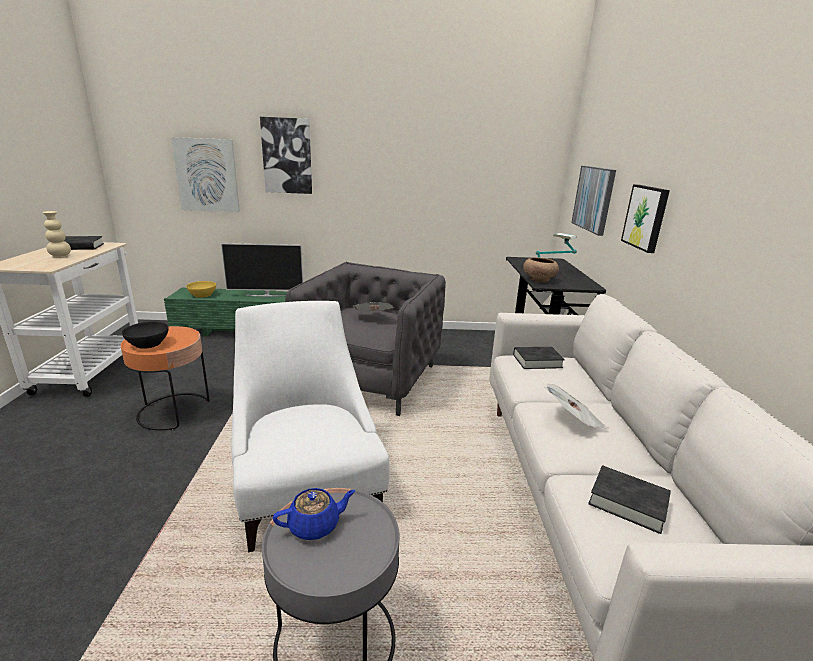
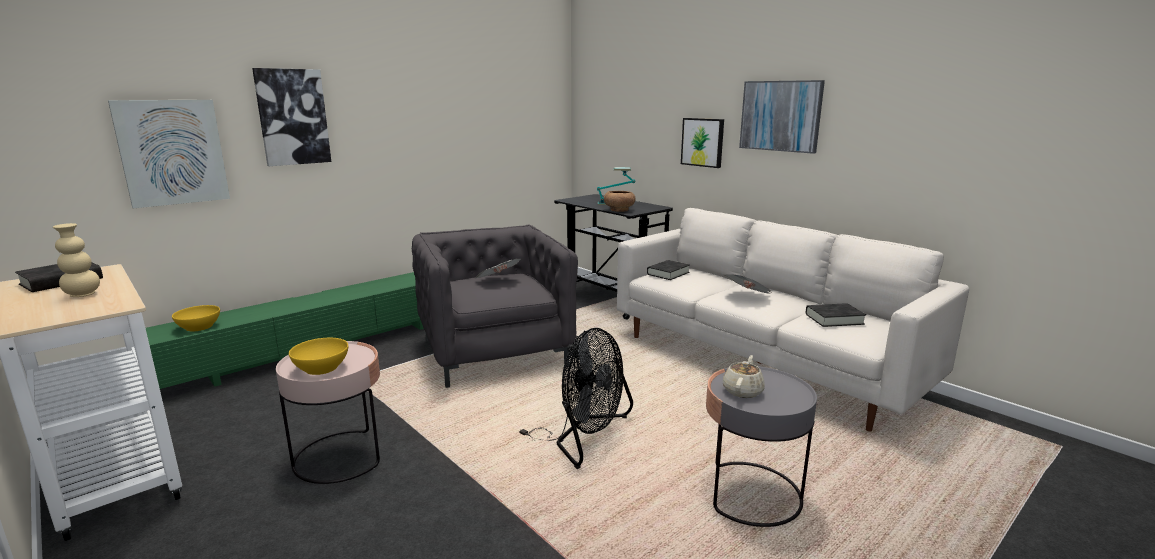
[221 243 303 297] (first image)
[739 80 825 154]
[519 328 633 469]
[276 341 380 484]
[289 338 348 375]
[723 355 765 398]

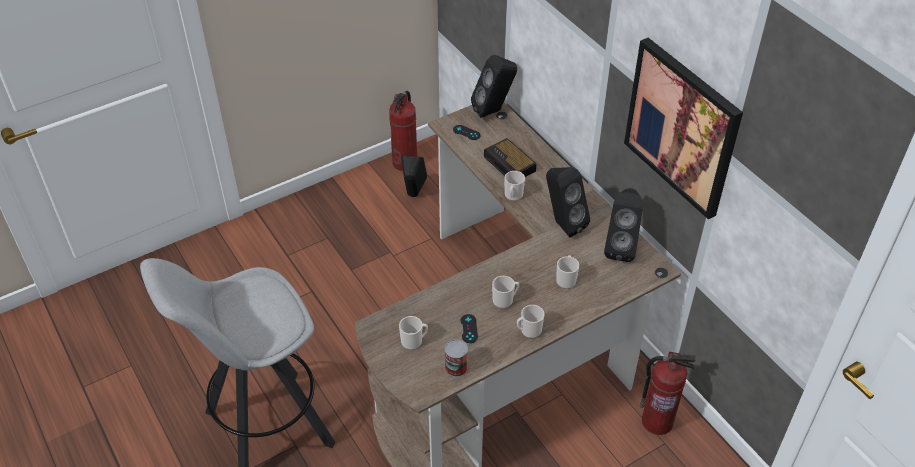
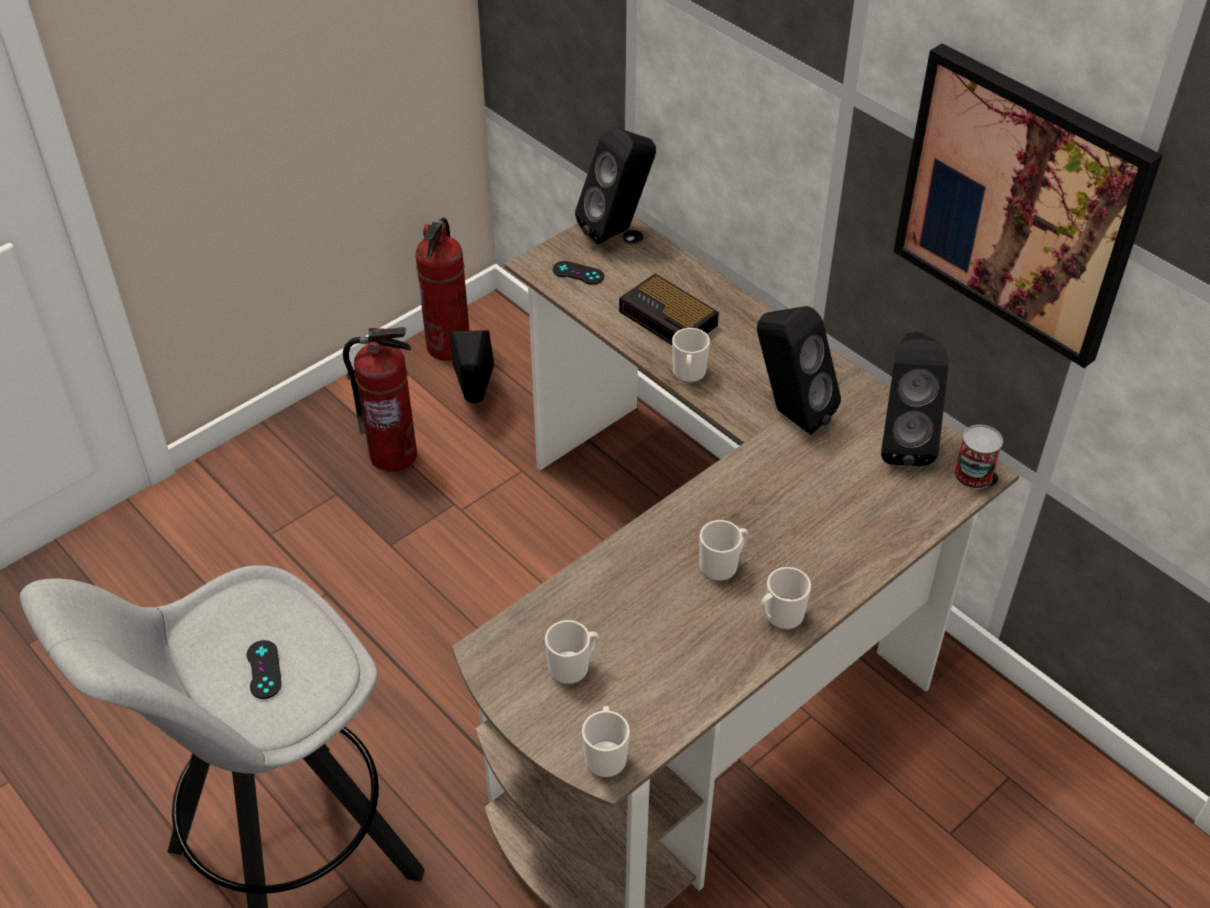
[954 425 1003 489]
[246 640 282 699]
[582 706 630 778]
[343 327 417 472]

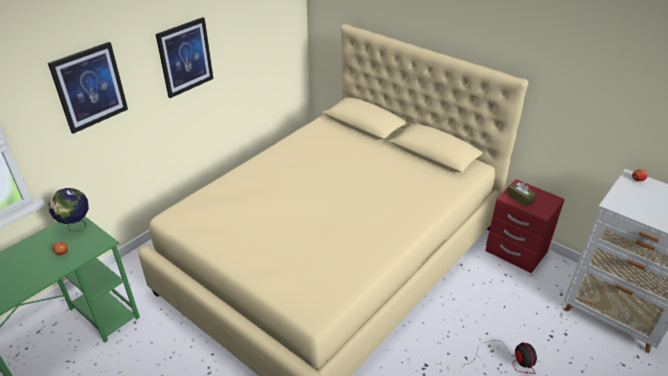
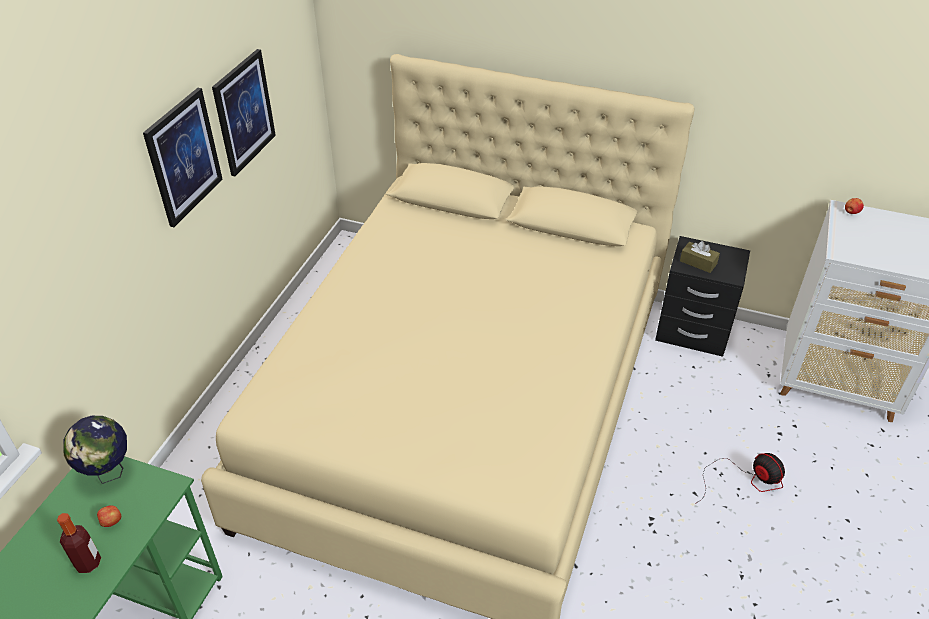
[57 513 101 573]
[212 49 276 176]
[655 236 750 357]

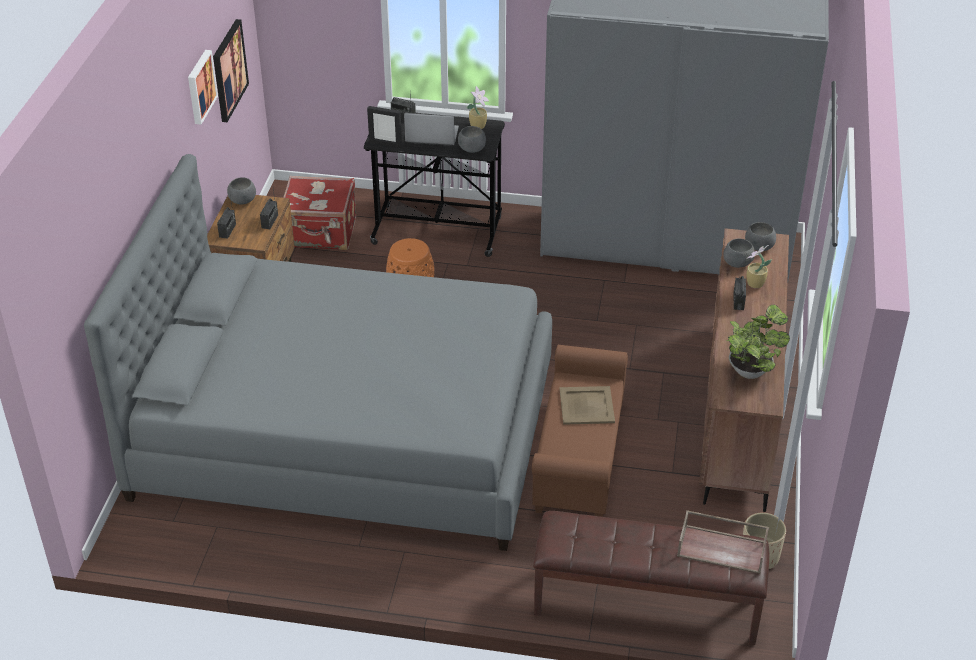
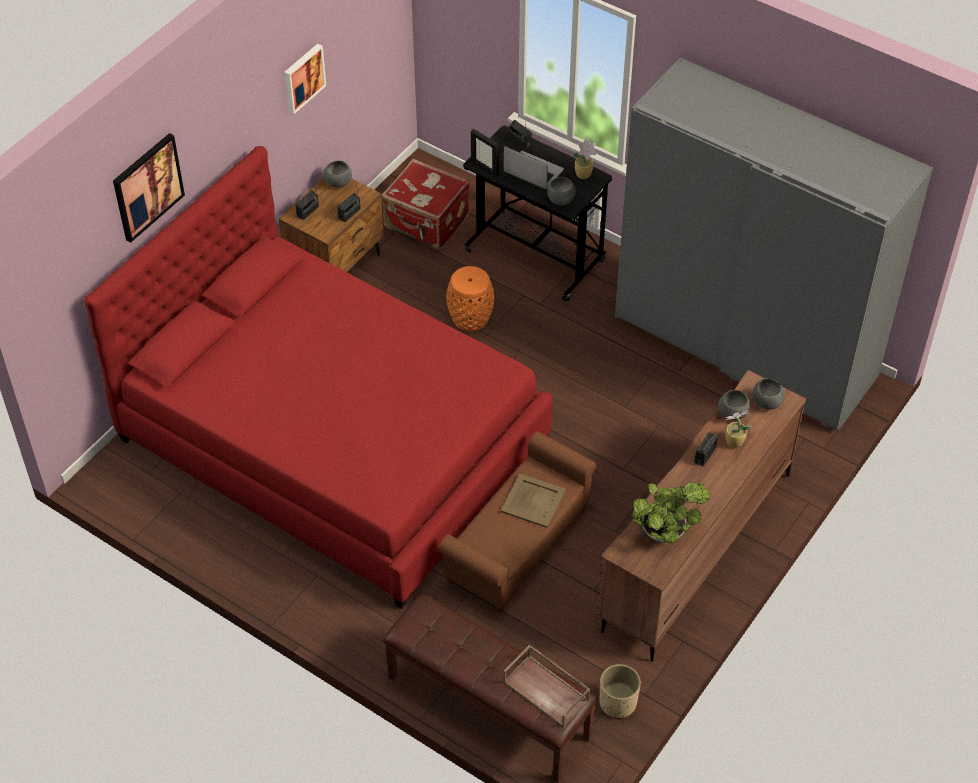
[113 133 185 243]
[84 146 552 609]

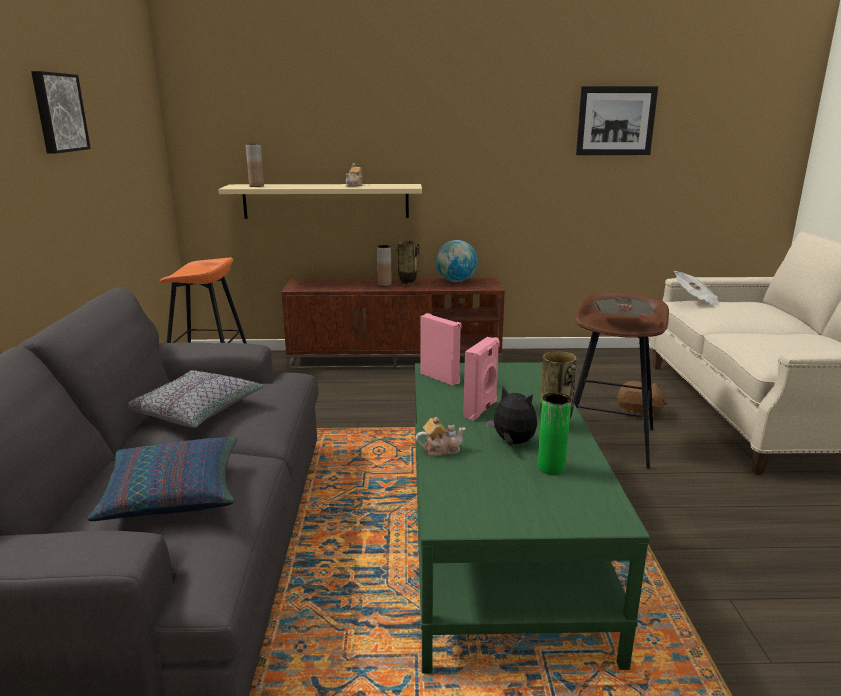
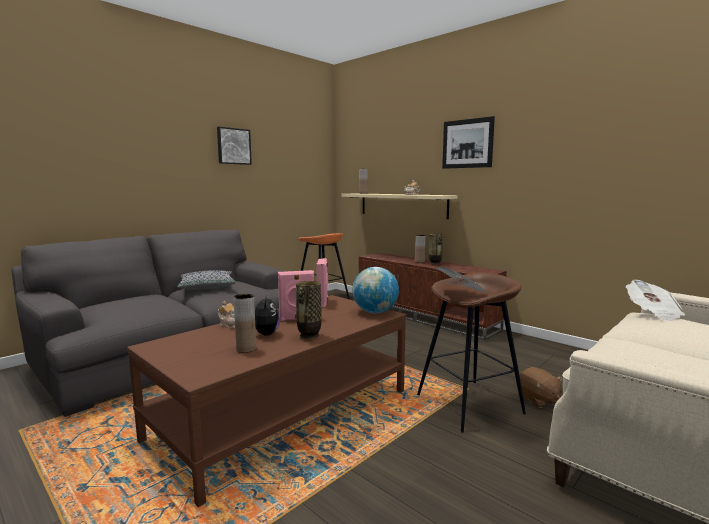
[87 437 237 521] (first image)
[352 267 399 313]
[442 116 495 169]
[127 295 406 507]
[233 294 256 353]

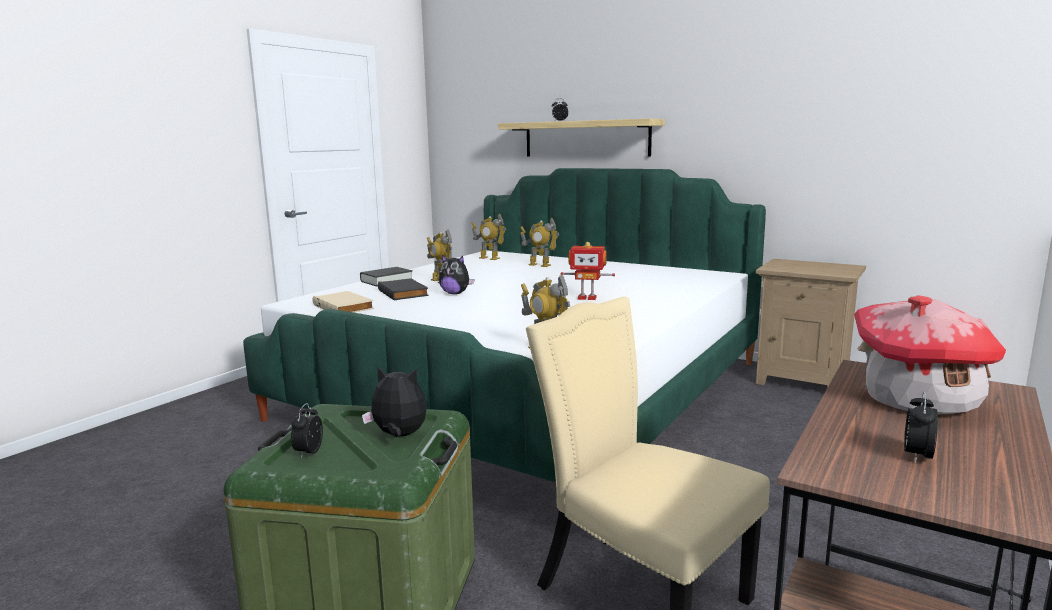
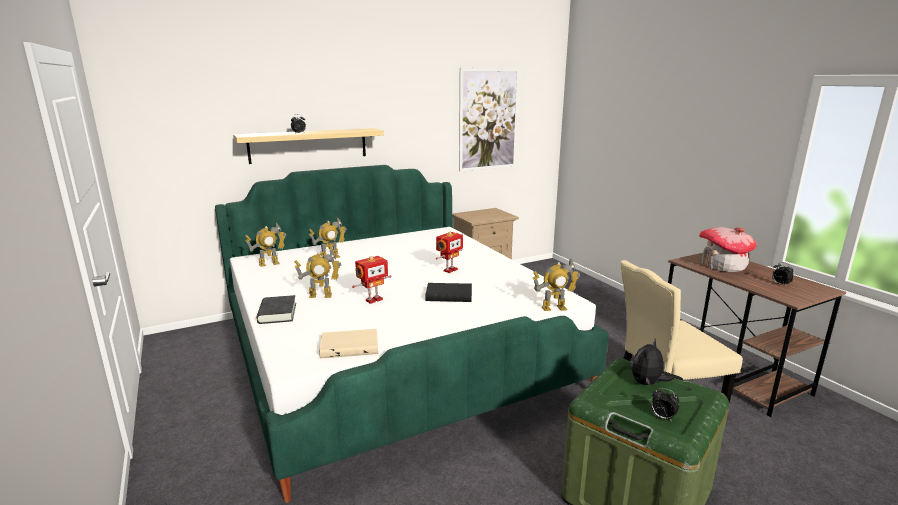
[459 68 520 172]
[425 283 472 302]
[352 256 391 304]

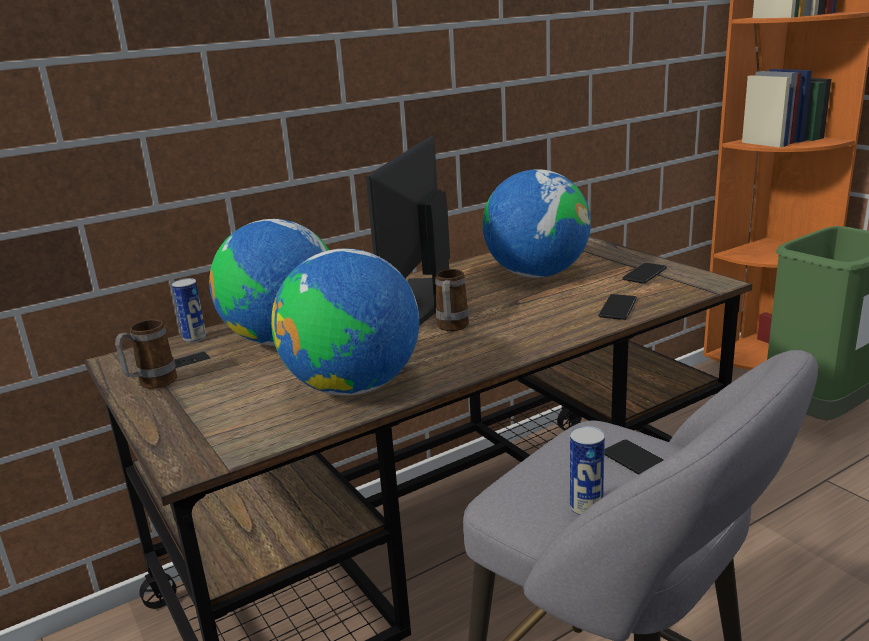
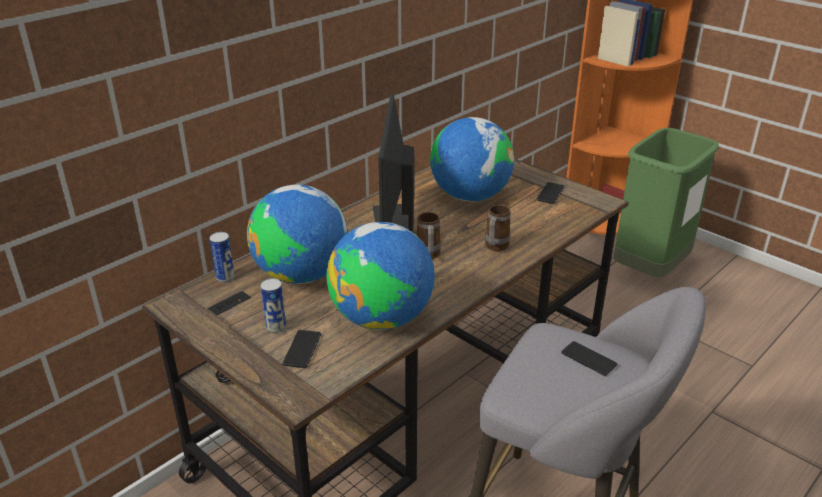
[485 205 511 251]
[260 278 286 333]
[283 330 321 368]

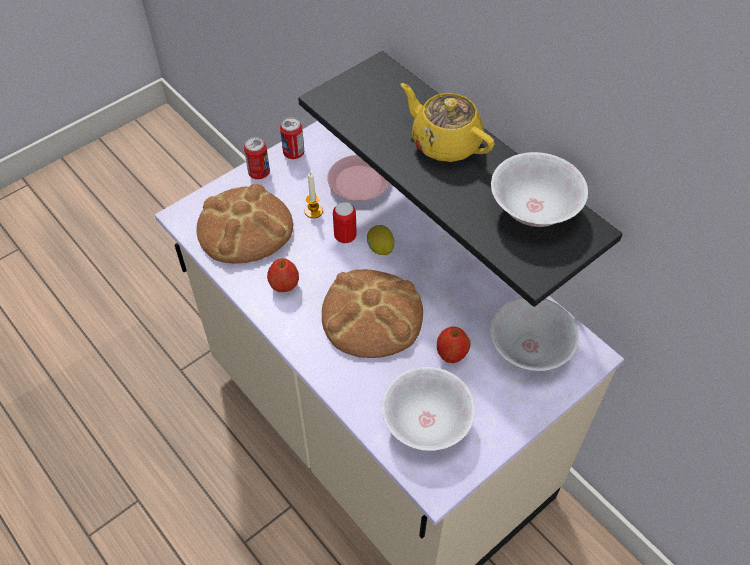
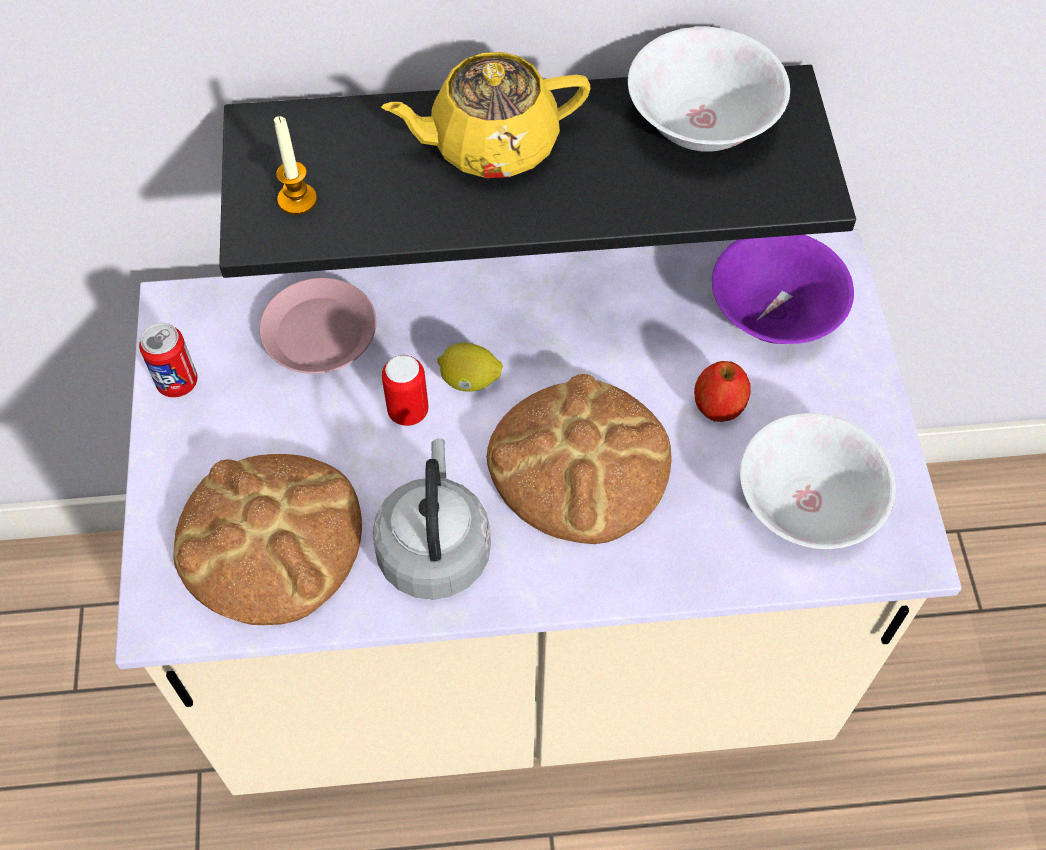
[244 137 270 179] (first image)
[274 116 317 215]
[372 438 491 600]
[712 235 854 344]

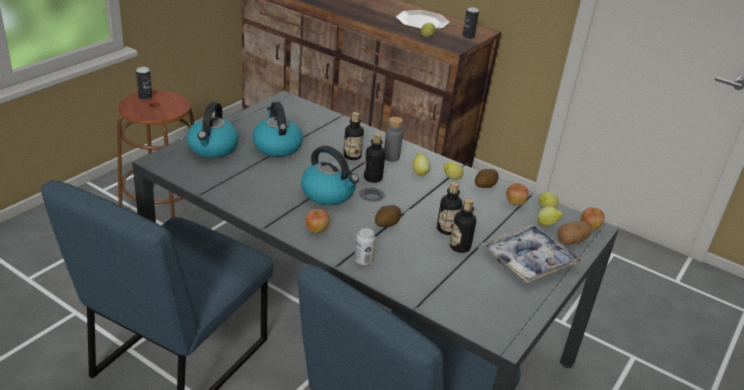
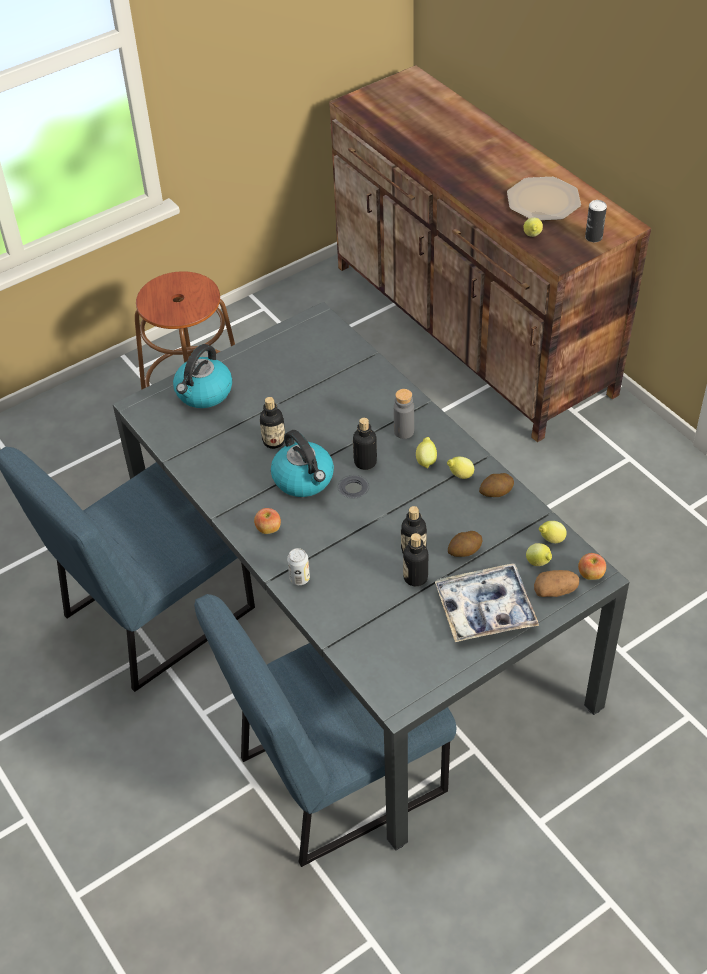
[136 67 152 100] (first image)
[252 102 303 157] (first image)
[506 183 529 205] (first image)
[260 397 285 449]
[448 531 482 557]

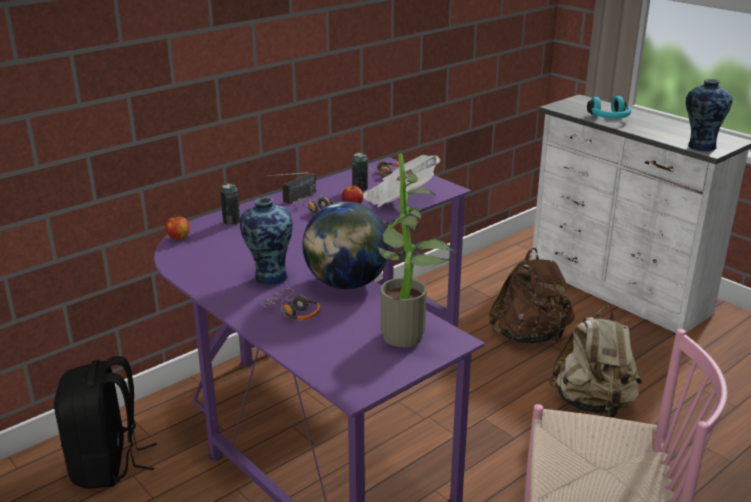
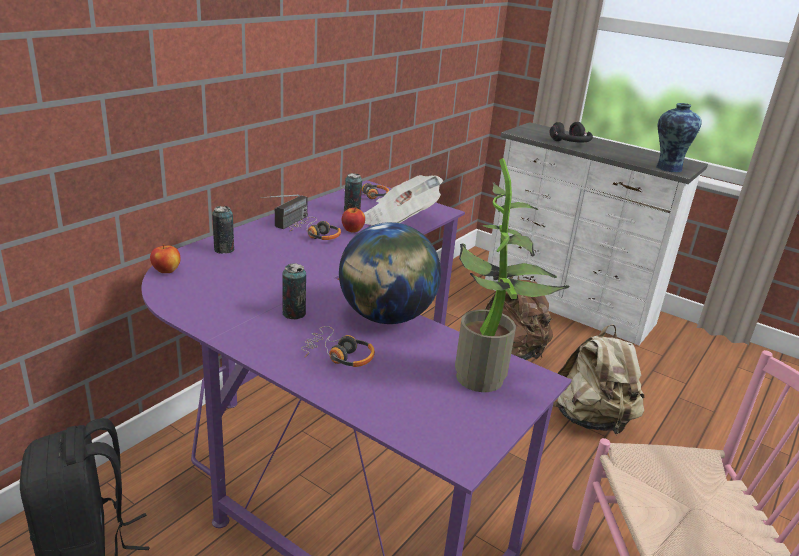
[282 263 306 319]
[550 122 593 143]

